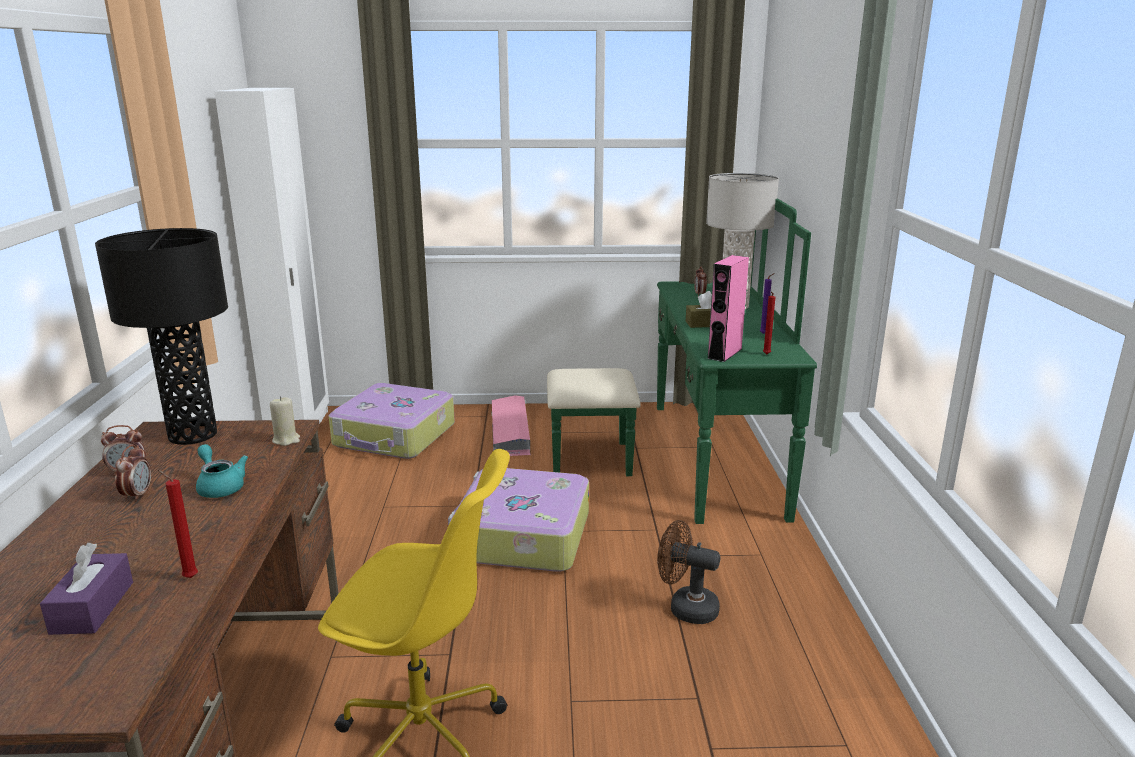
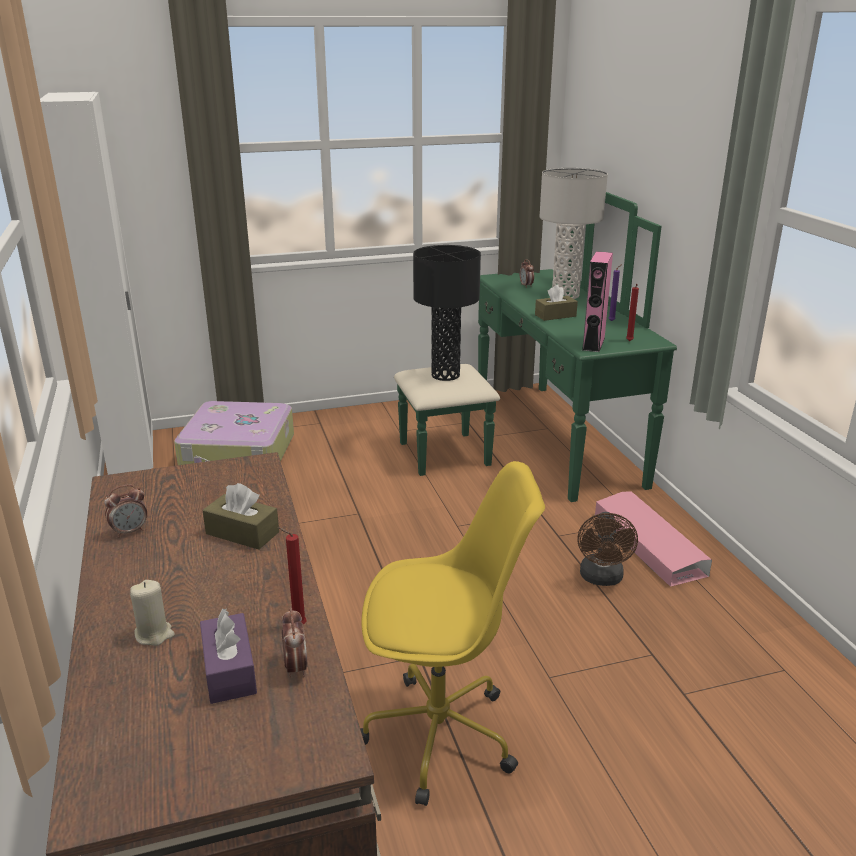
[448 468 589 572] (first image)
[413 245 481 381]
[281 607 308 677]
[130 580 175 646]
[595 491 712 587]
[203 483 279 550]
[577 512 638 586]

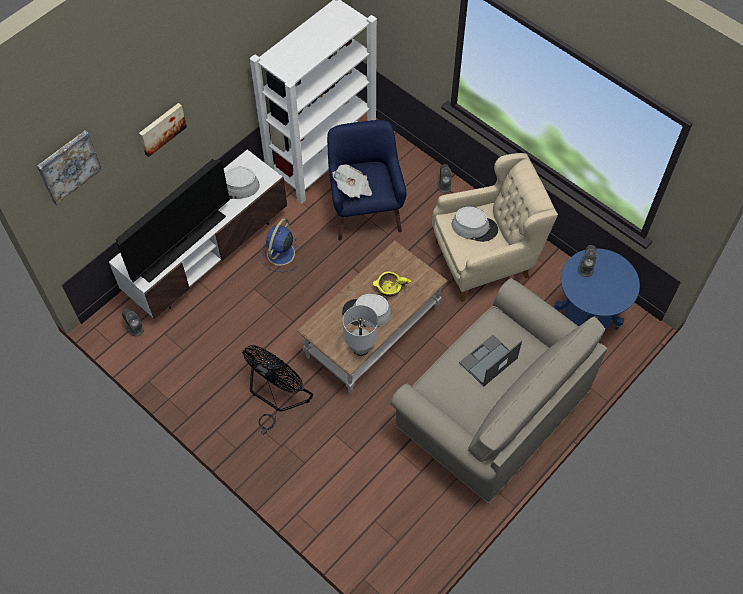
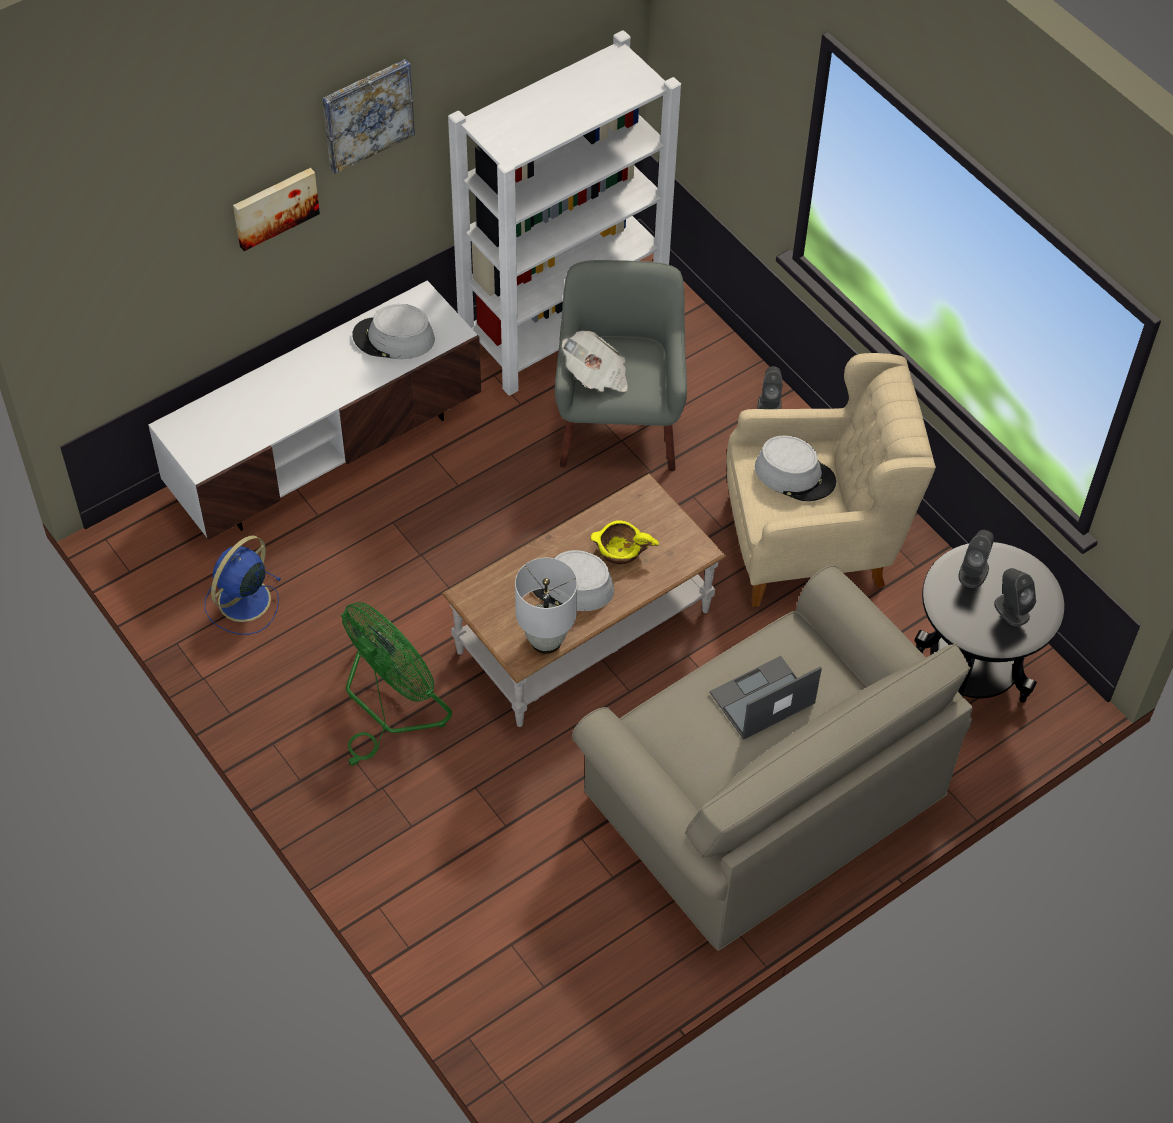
[116 159 230 283] (first image)
[323 59 415 174]
[994 568 1036 626]
[205 535 282 635]
[341 602 452 766]
[555 260 687 471]
[915 542 1065 703]

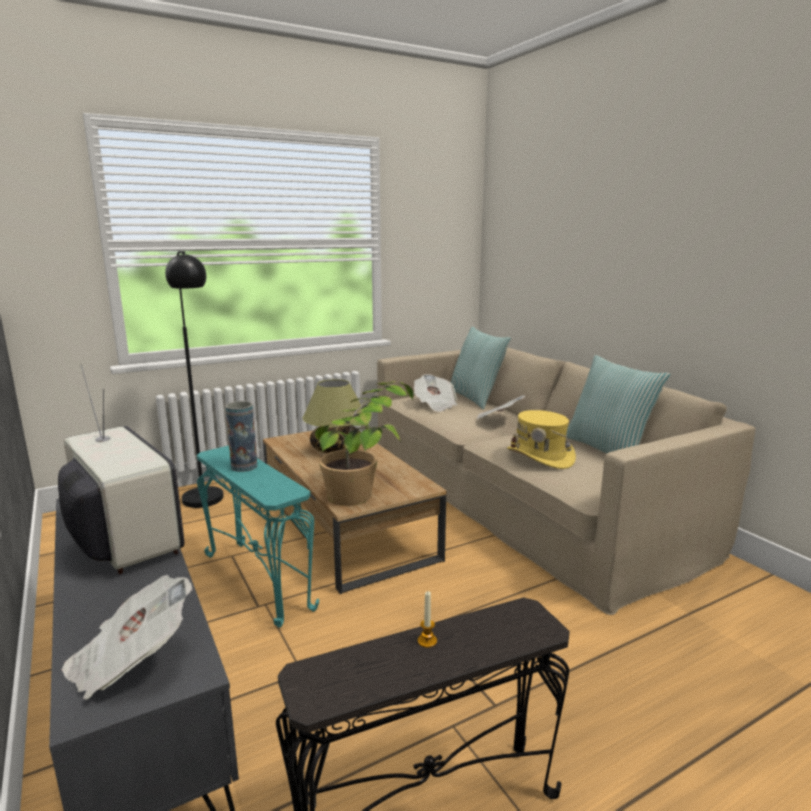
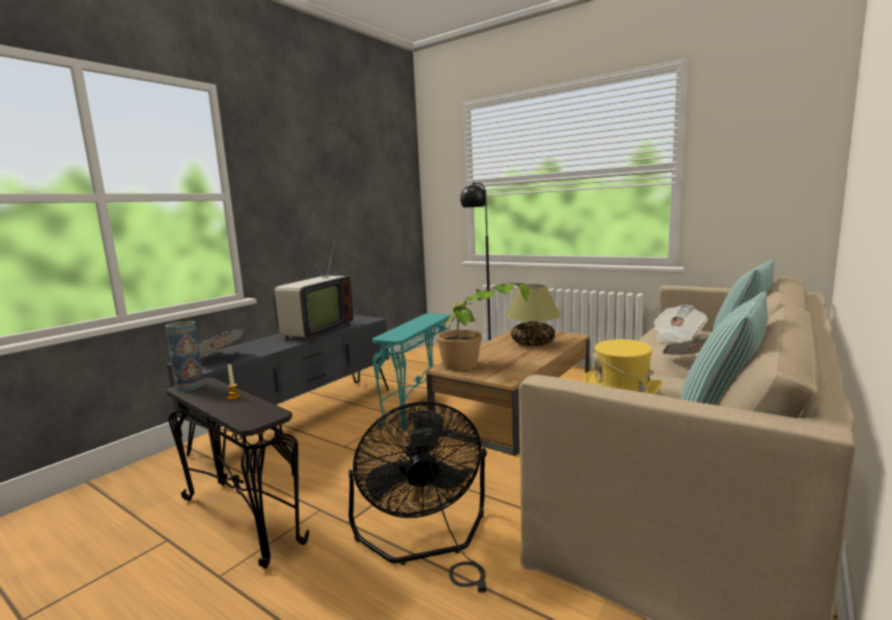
[349 402 487 592]
[165 321 204 391]

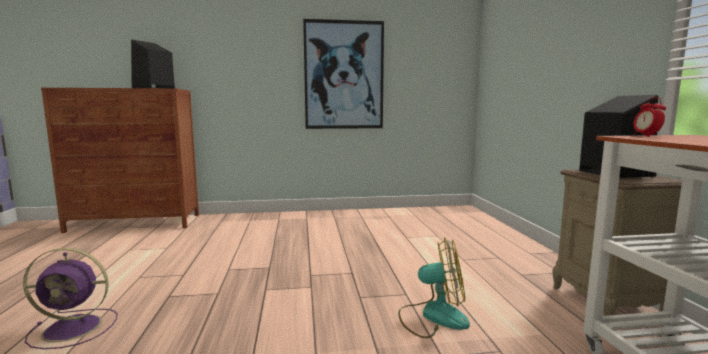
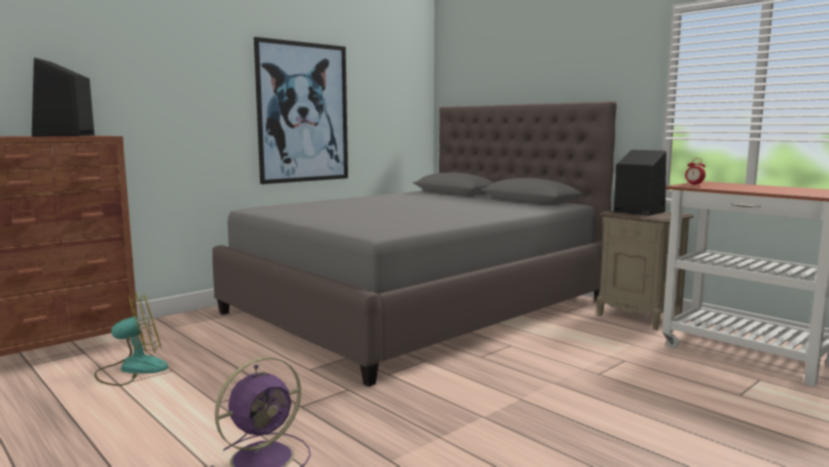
[212 101 617 387]
[94 292 168 386]

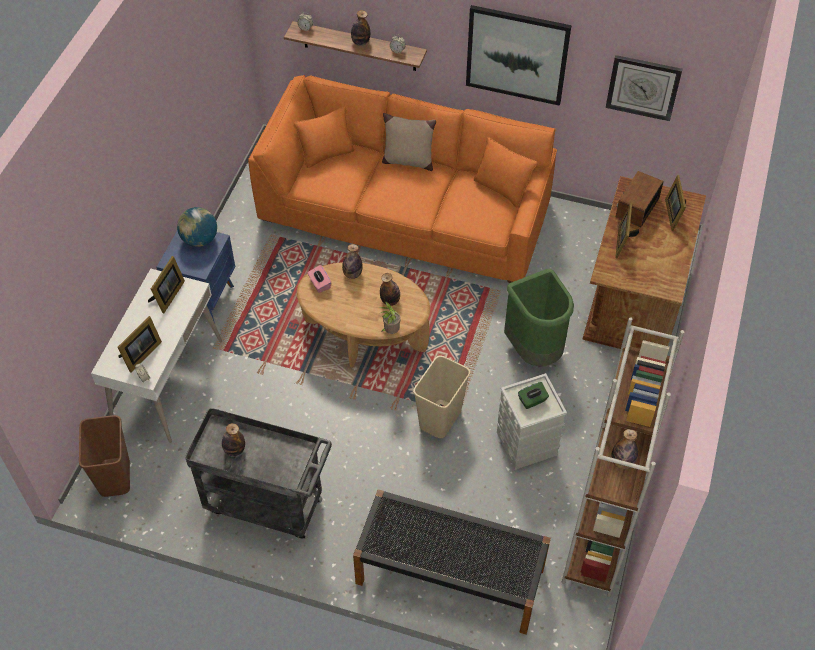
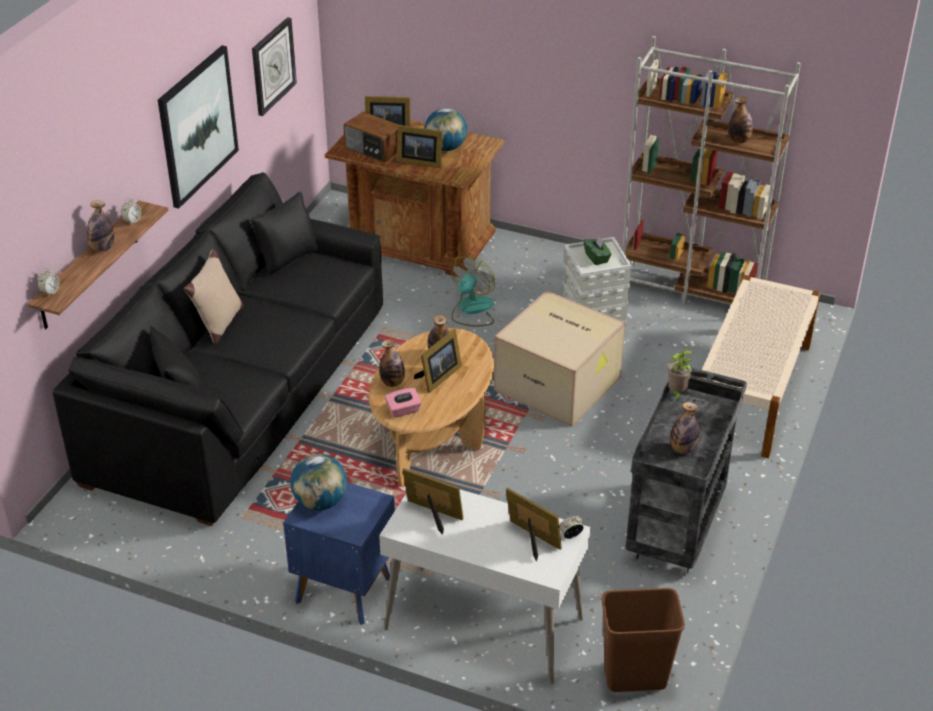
[414 329 462 393]
[425 108 467 151]
[668 350 693 401]
[494 290 626 427]
[451 256 495 327]
[53 172 383 526]
[698 275 821 459]

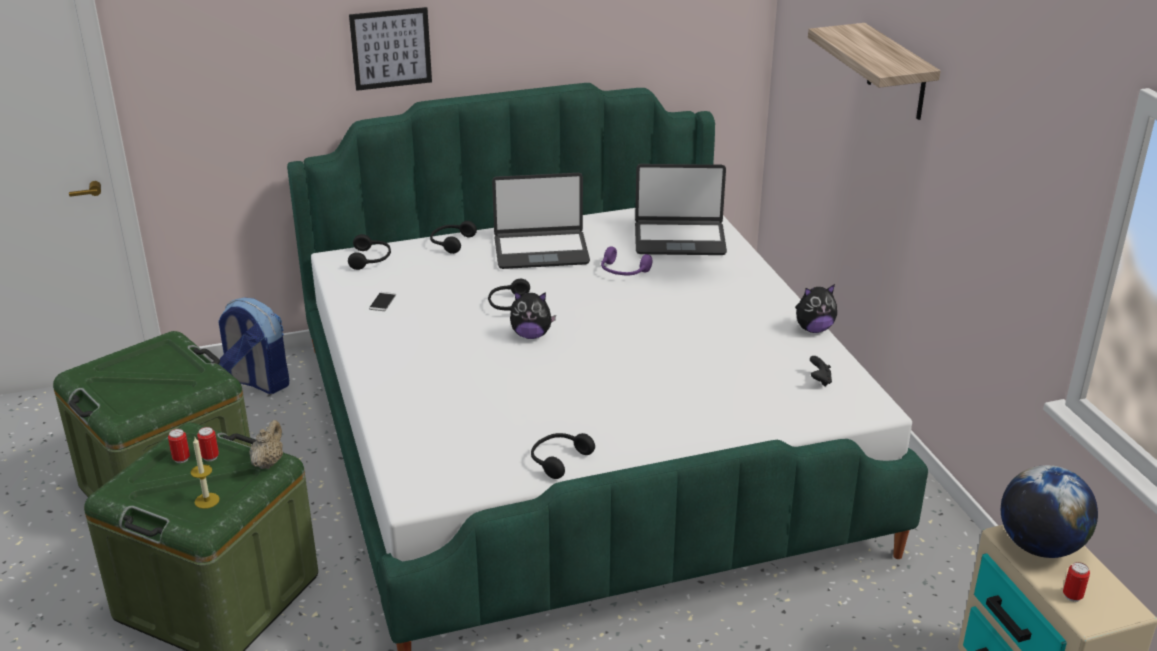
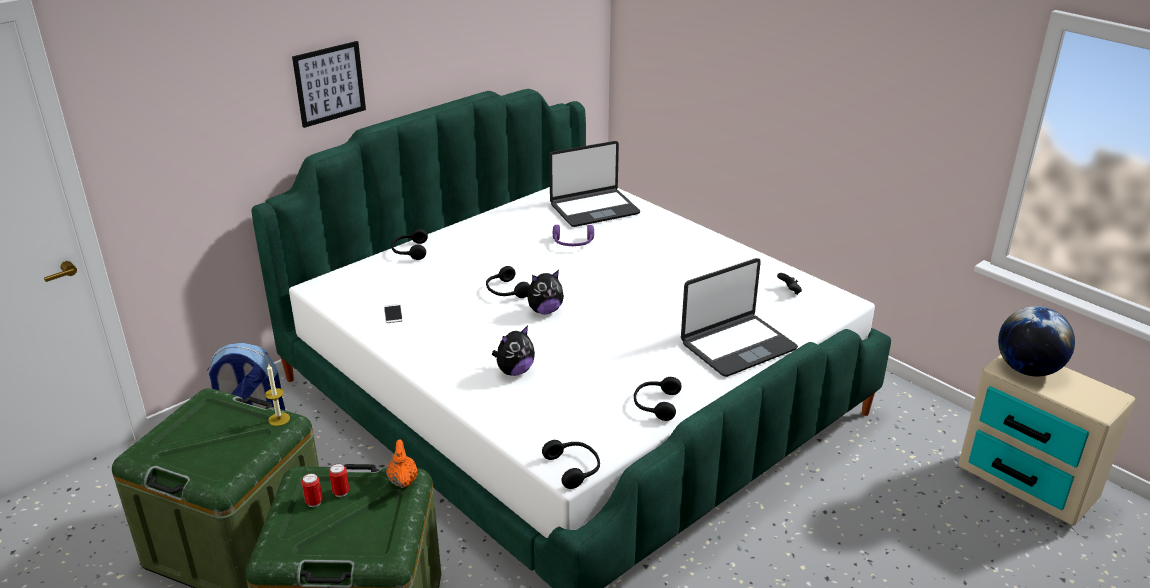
[808 23 940 120] (first image)
[1063 562 1090 602] (first image)
[265 364 290 426]
[542 440 600 489]
[681 258 798 377]
[492 326 535 376]
[386 439 418 488]

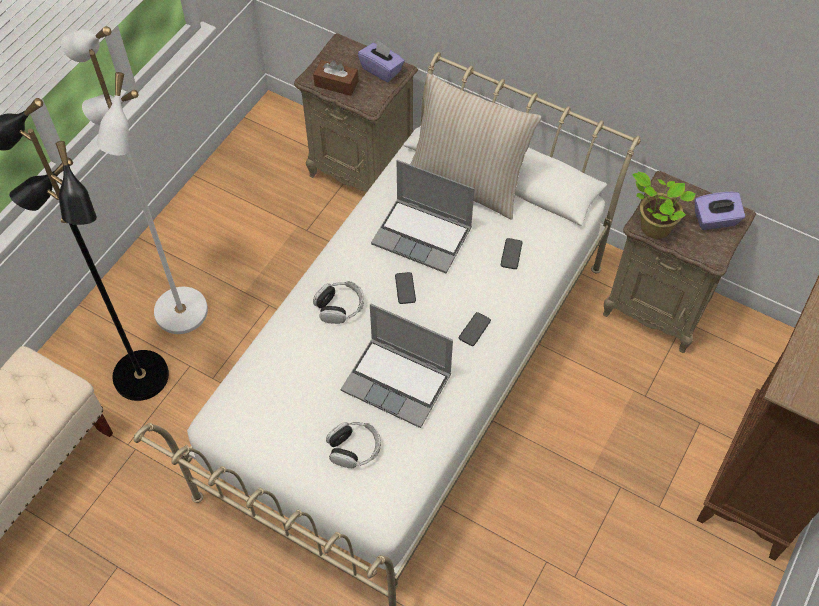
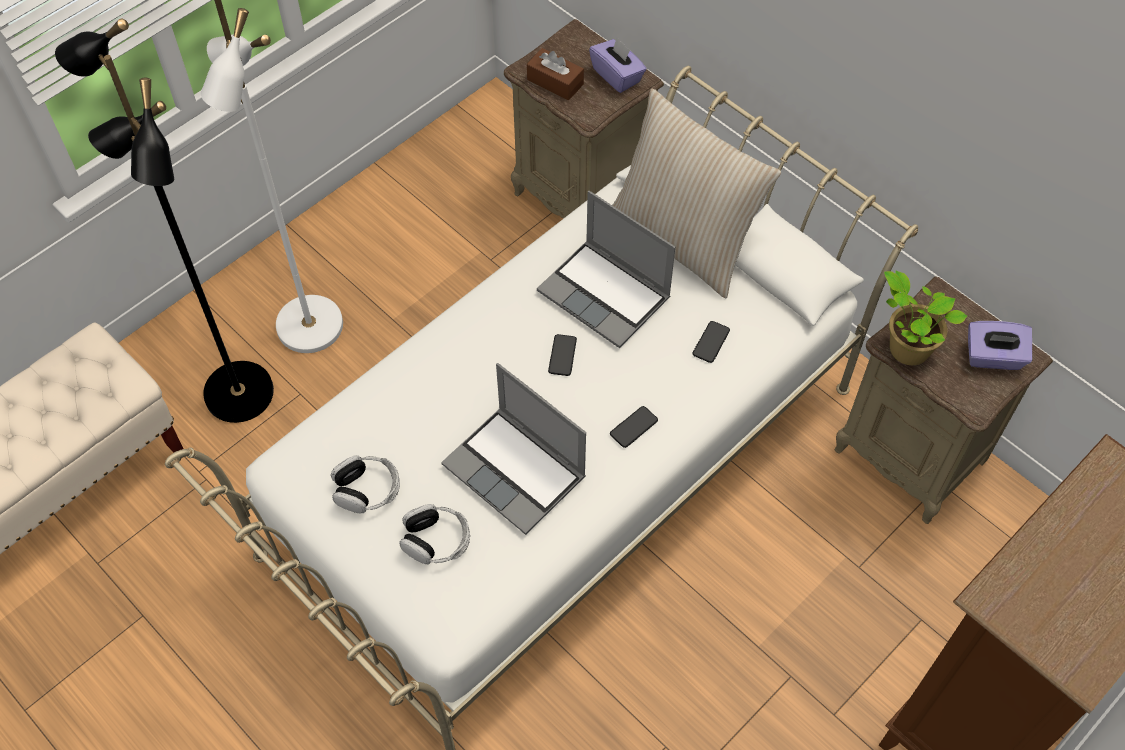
[331 455 400 513]

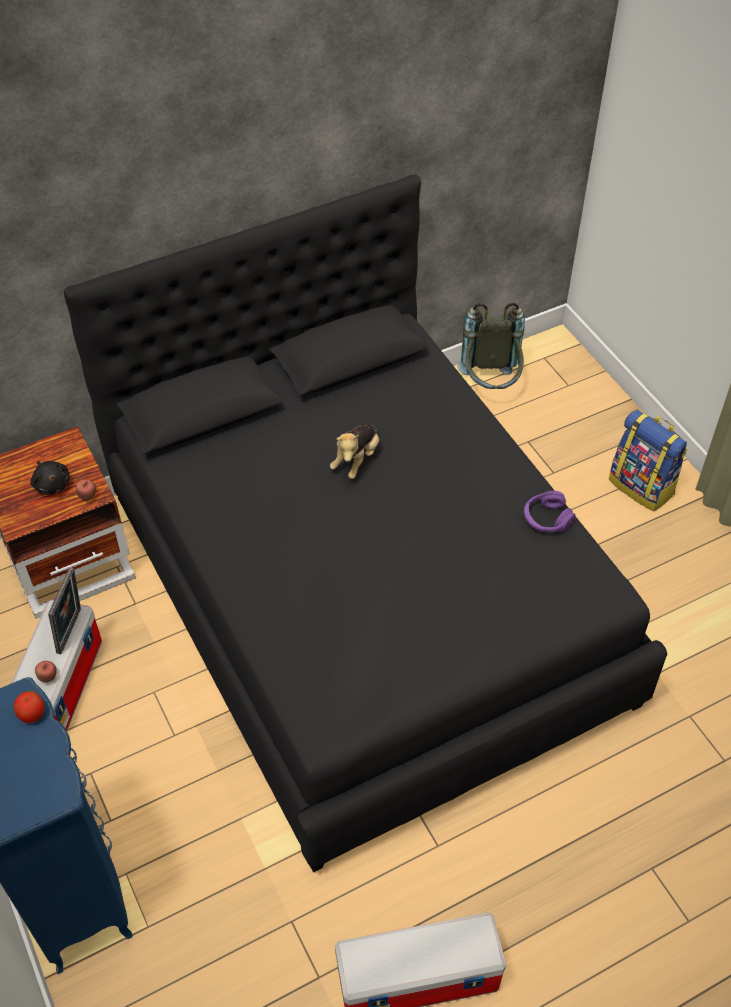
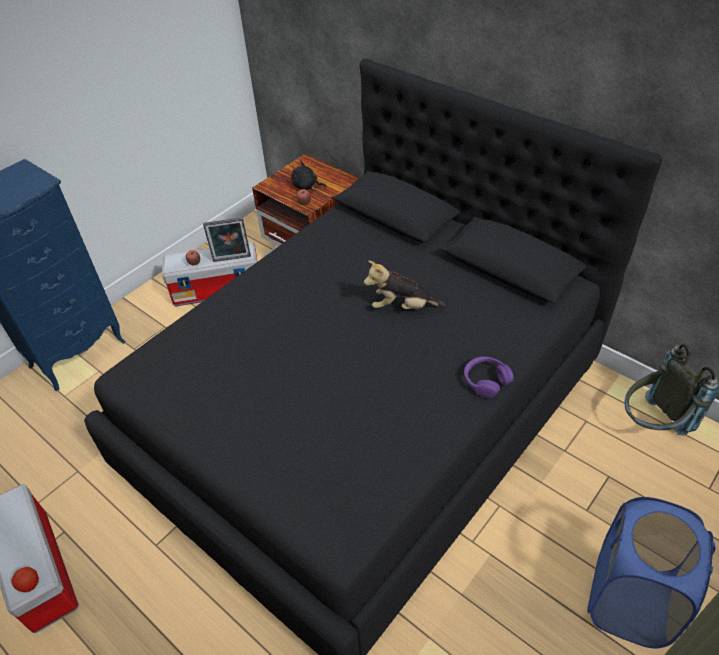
[11 567 39 592]
[464 357 514 398]
[587 497 716 649]
[291 161 327 190]

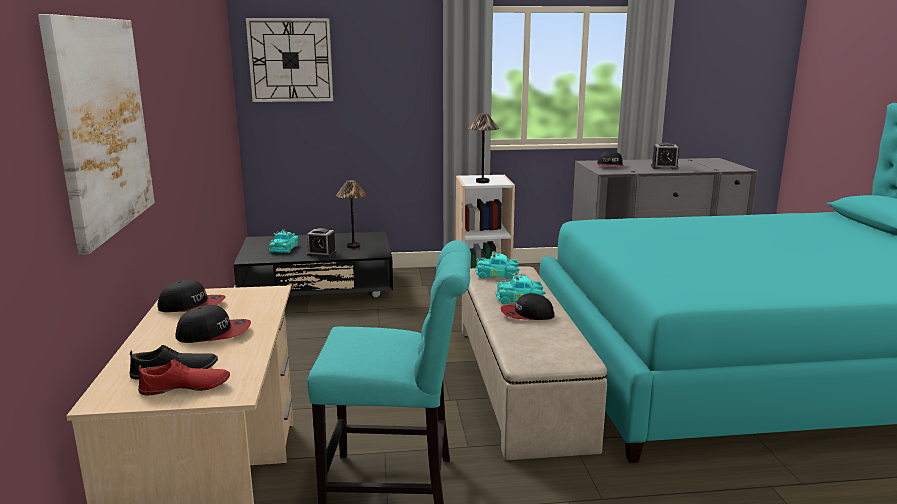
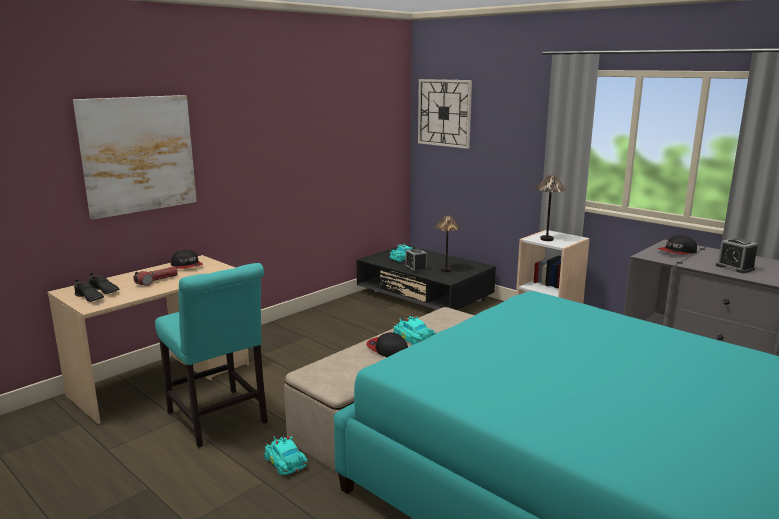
[264 436 308 475]
[133 267 178 286]
[74 279 104 302]

